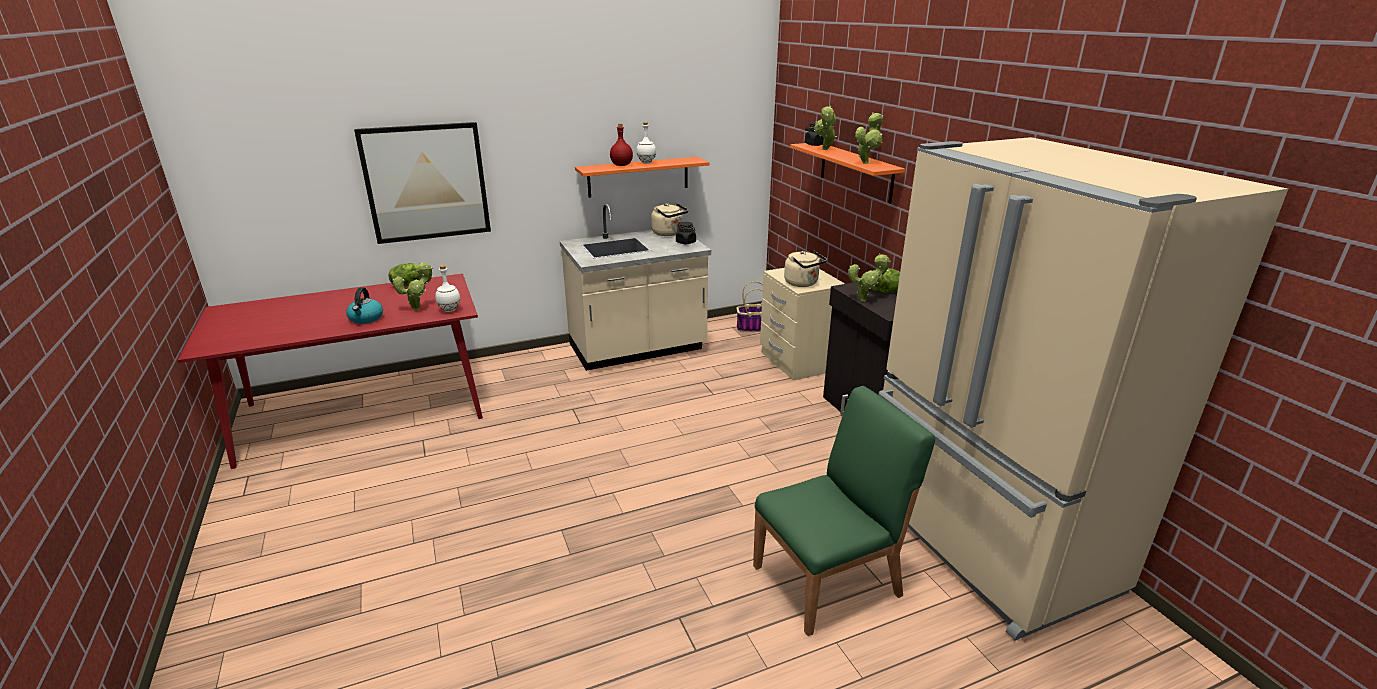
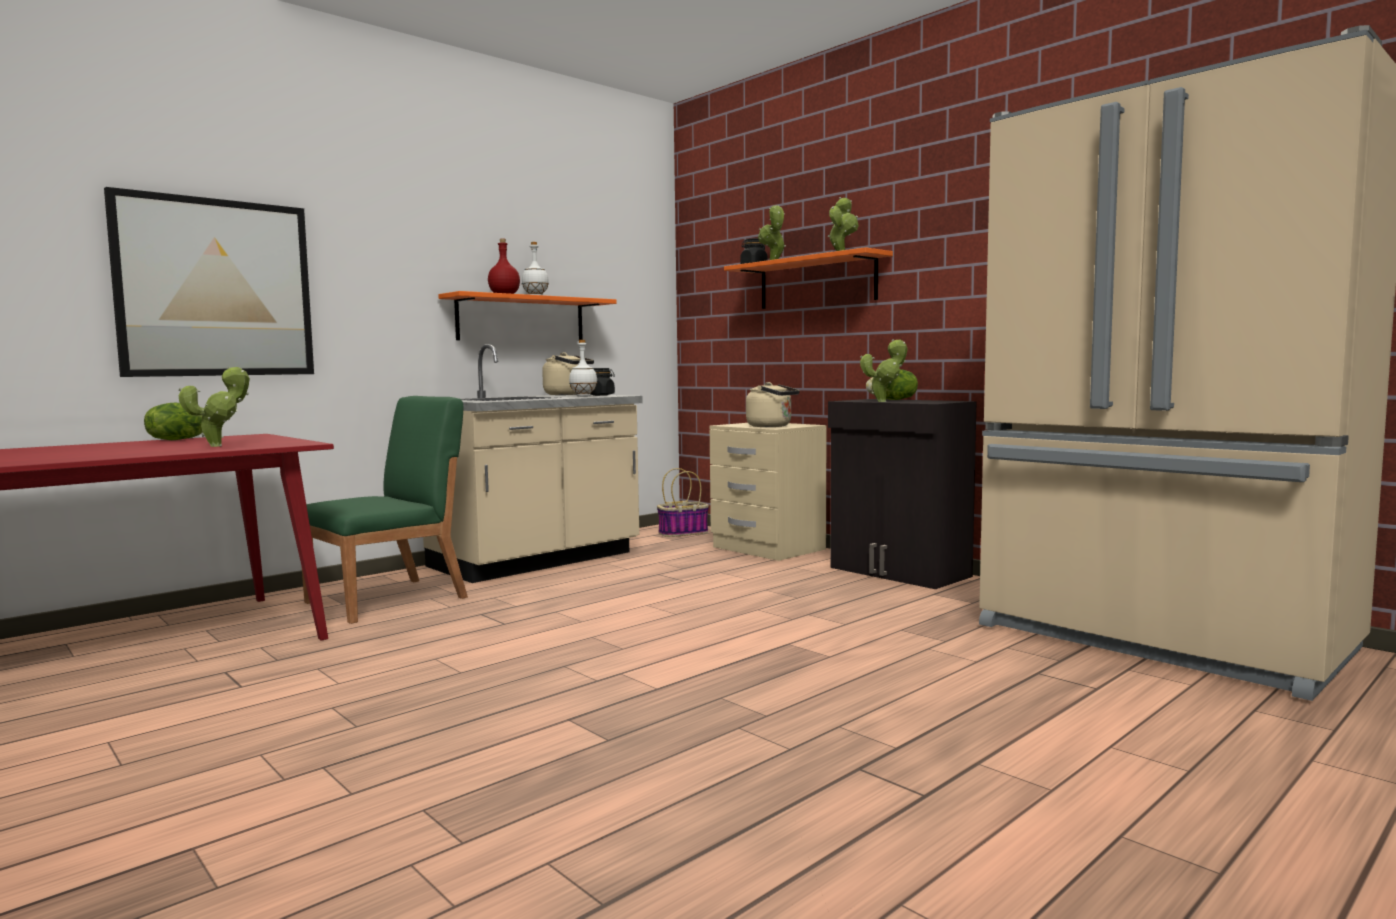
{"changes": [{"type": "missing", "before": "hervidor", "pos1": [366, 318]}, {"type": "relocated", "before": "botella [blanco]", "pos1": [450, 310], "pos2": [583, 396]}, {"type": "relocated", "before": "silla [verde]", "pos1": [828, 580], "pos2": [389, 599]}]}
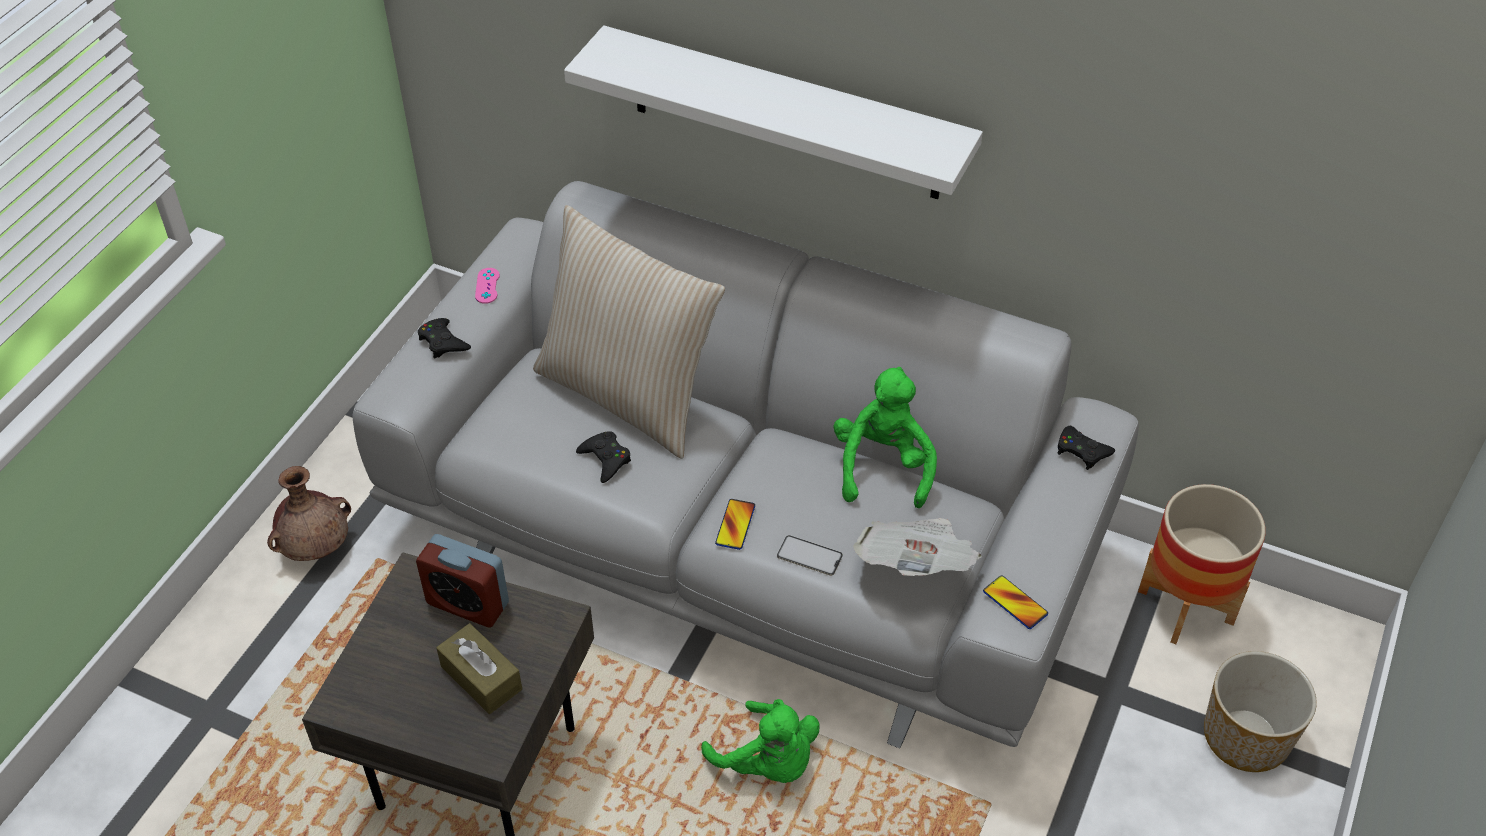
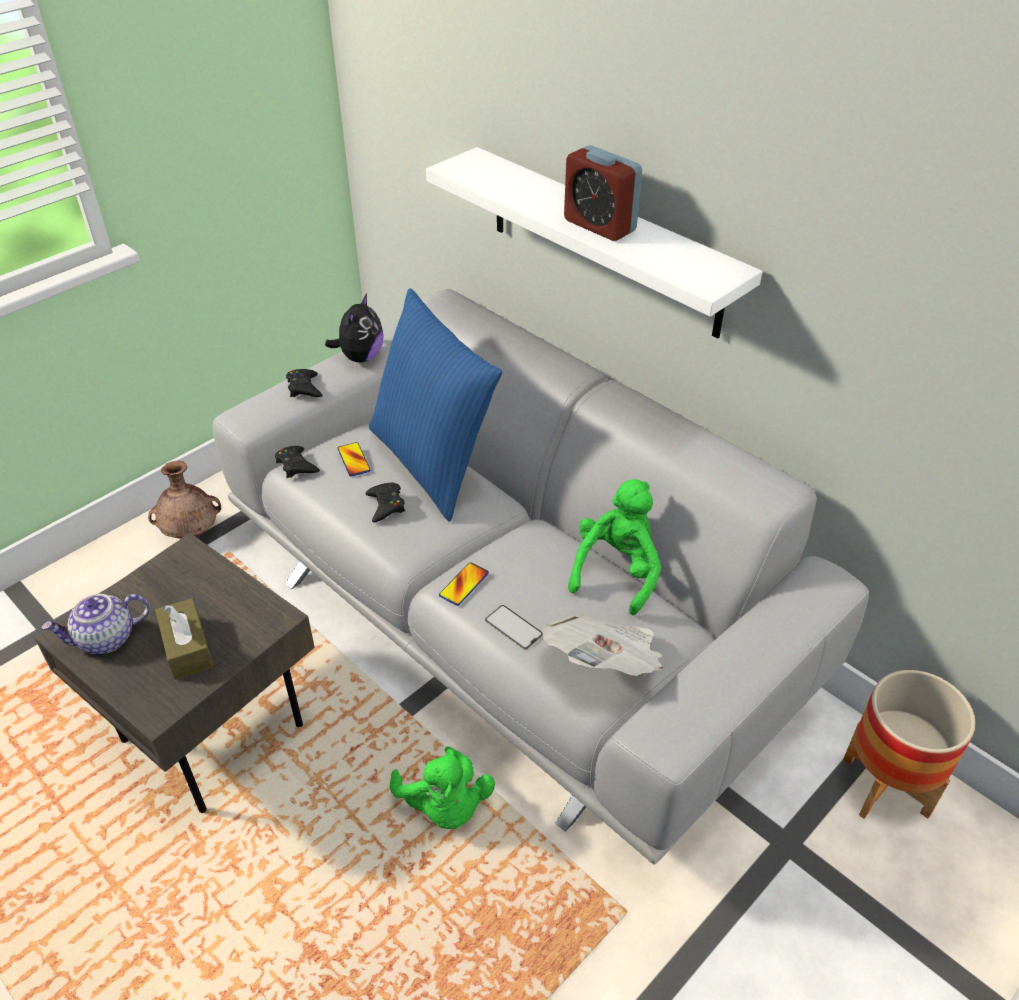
{"changes": [{"type": "missing", "before": "maceta", "pos1": [1247, 737]}, {"type": "appeared", "after": "tetera", "pos2": [105, 639]}, {"type": "relocated", "before": "despertador", "pos1": [468, 603], "pos2": [599, 225]}, {"type": "relocated", "before": "móvil", "pos1": [1015, 603], "pos2": [354, 460]}, {"type": "relocated", "before": "mando de consola [negro]", "pos1": [1082, 451], "pos2": [296, 465]}, {"type": "exchanged", "before": "mando de consola [rosa]", "after": "peluche", "pos1": [487, 286], "pos2": [360, 357]}, {"type": "colour", "before": "cojín [beis]", "after": "cojín [azul]", "pos1": [628, 394], "pos2": [433, 463]}]}
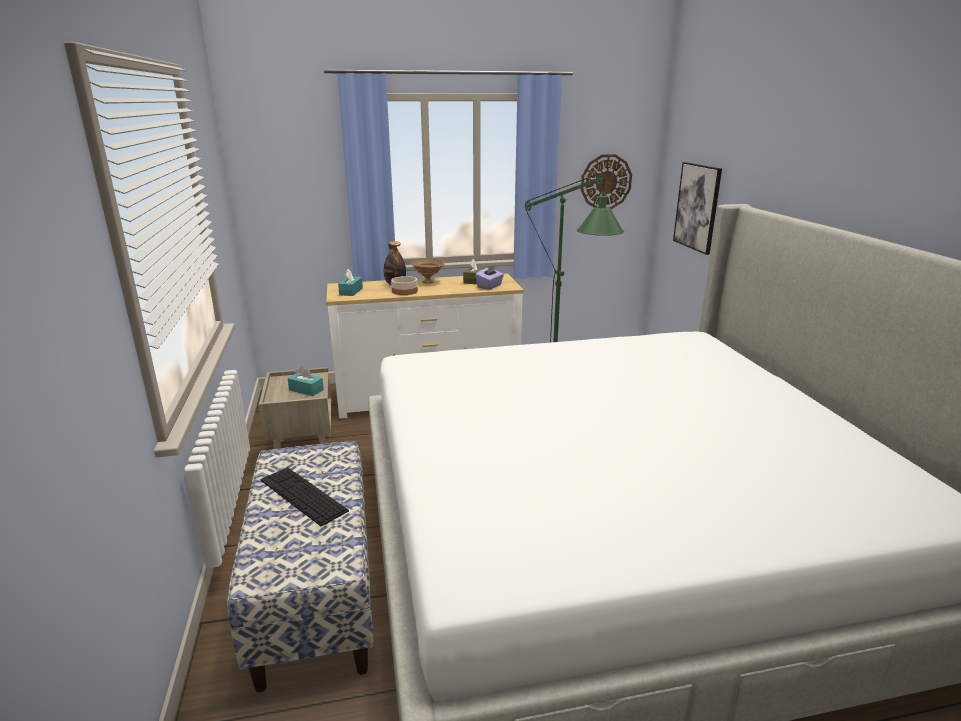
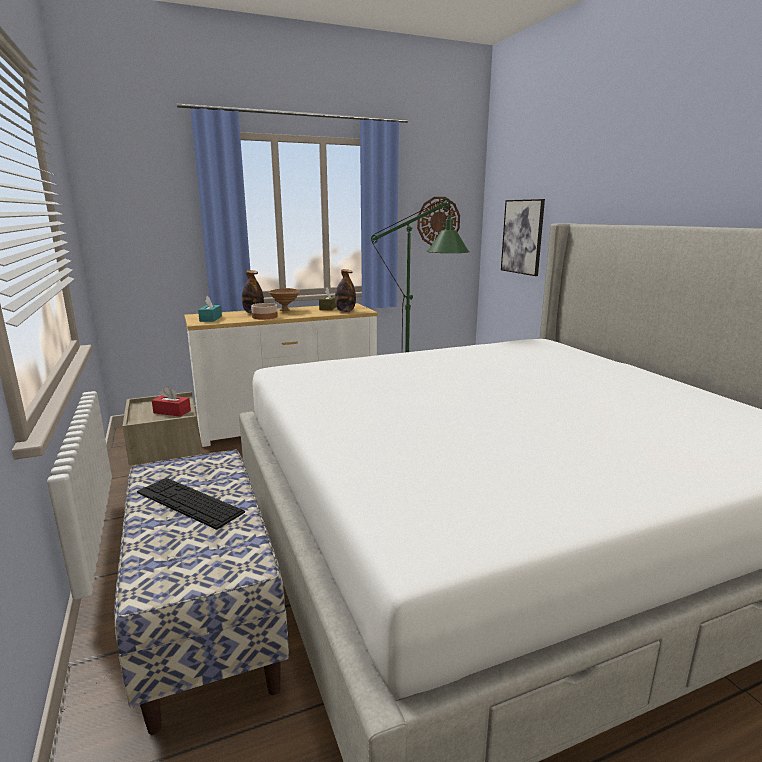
{"changes": [{"type": "exchanged", "before": "caja de pañuelos [morado]", "after": "botella", "pos1": [489, 286], "pos2": [345, 311]}, {"type": "colour", "before": "caja de pañuelos [turquesa]", "after": "caja de pañuelos [rojo]", "pos1": [306, 390], "pos2": [172, 412]}]}
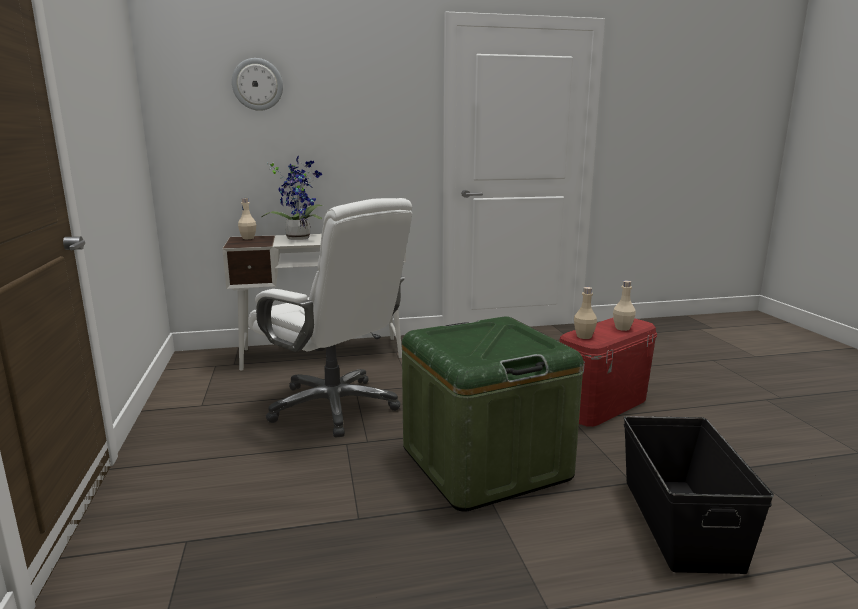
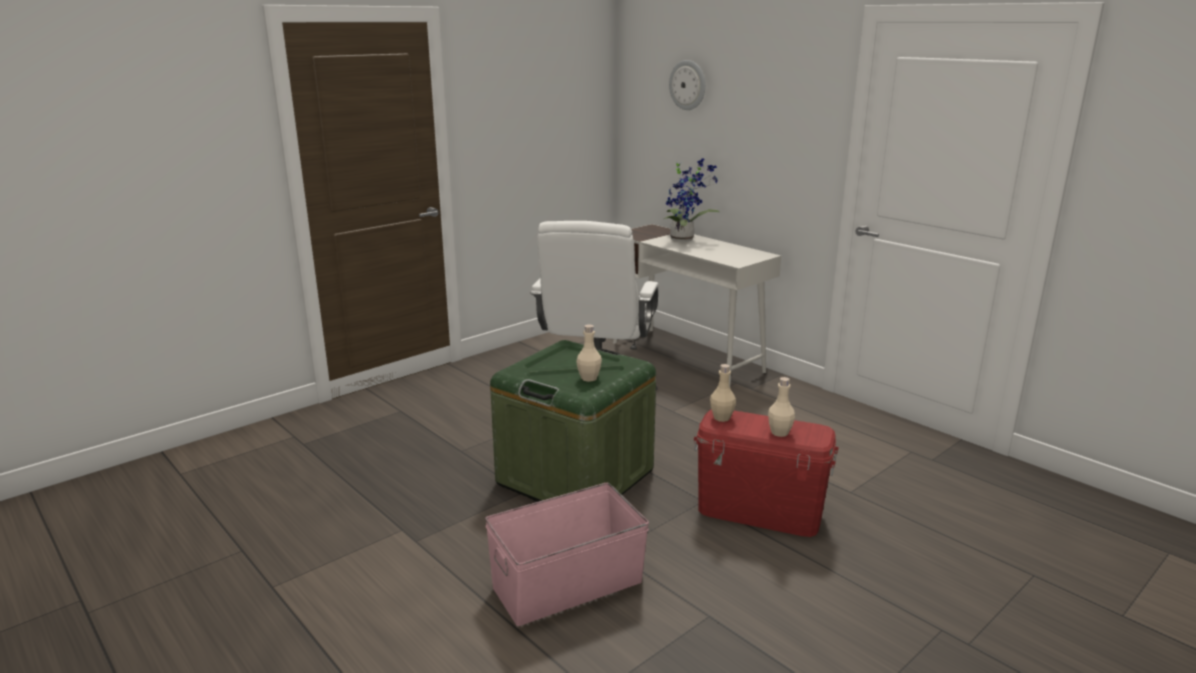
{"changes": [{"type": "relocated", "before": "botella [beis]", "pos1": [248, 238], "pos2": [589, 378]}, {"type": "colour", "before": "caja de almacenaje [negro]", "after": "caja de almacenaje [rosa]", "pos1": [679, 522], "pos2": [566, 584]}]}
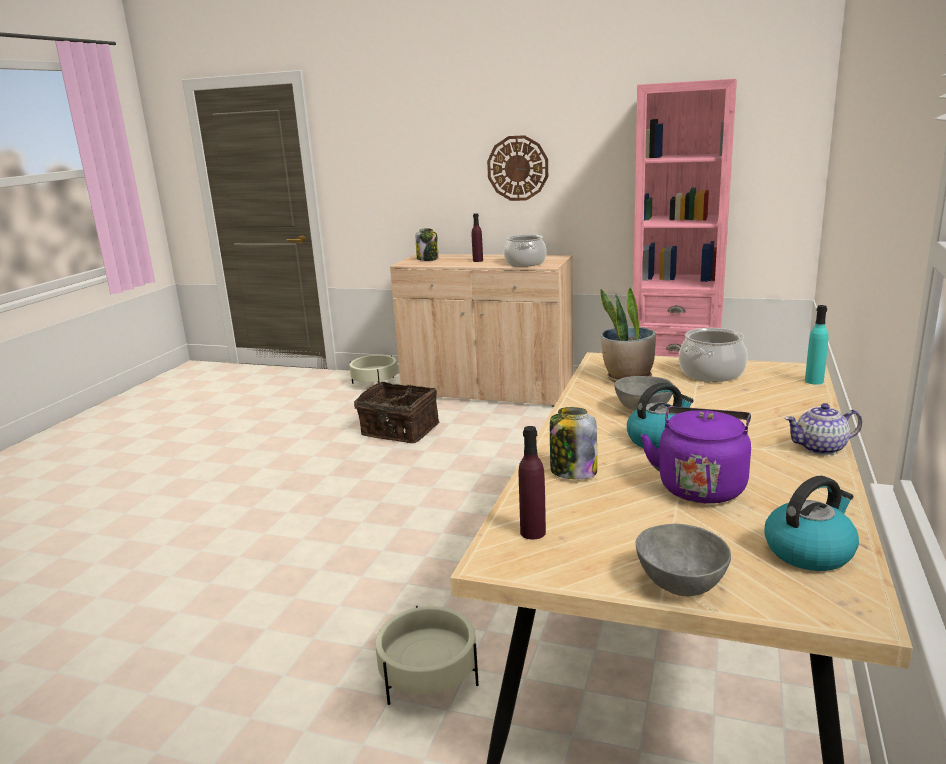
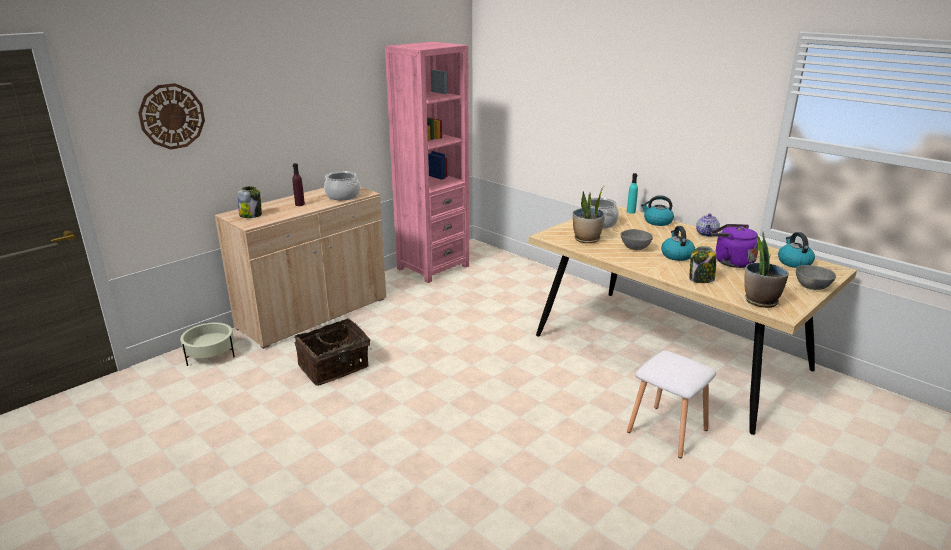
{"changes": [{"type": "appeared", "after": "hervidor", "pos2": [657, 222]}, {"type": "relocated", "before": "reloj de pared", "pos1": [517, 168], "pos2": [172, 116]}, {"type": "exchanged", "before": "maceta [beis]", "after": "taburete [blanco]", "pos1": [429, 677], "pos2": [666, 430]}, {"type": "exchanged", "before": "botella [morado]", "after": "planta en maceta", "pos1": [533, 532], "pos2": [760, 301]}]}
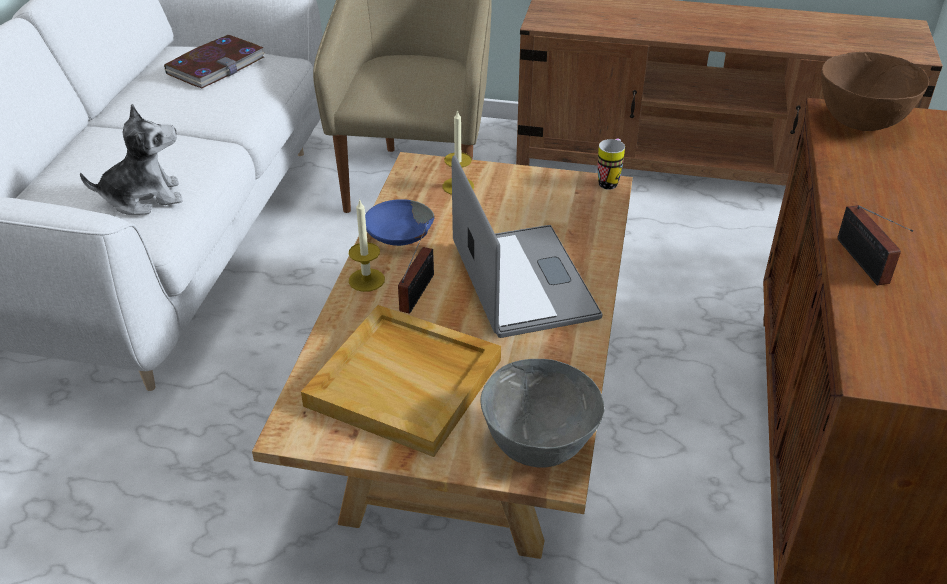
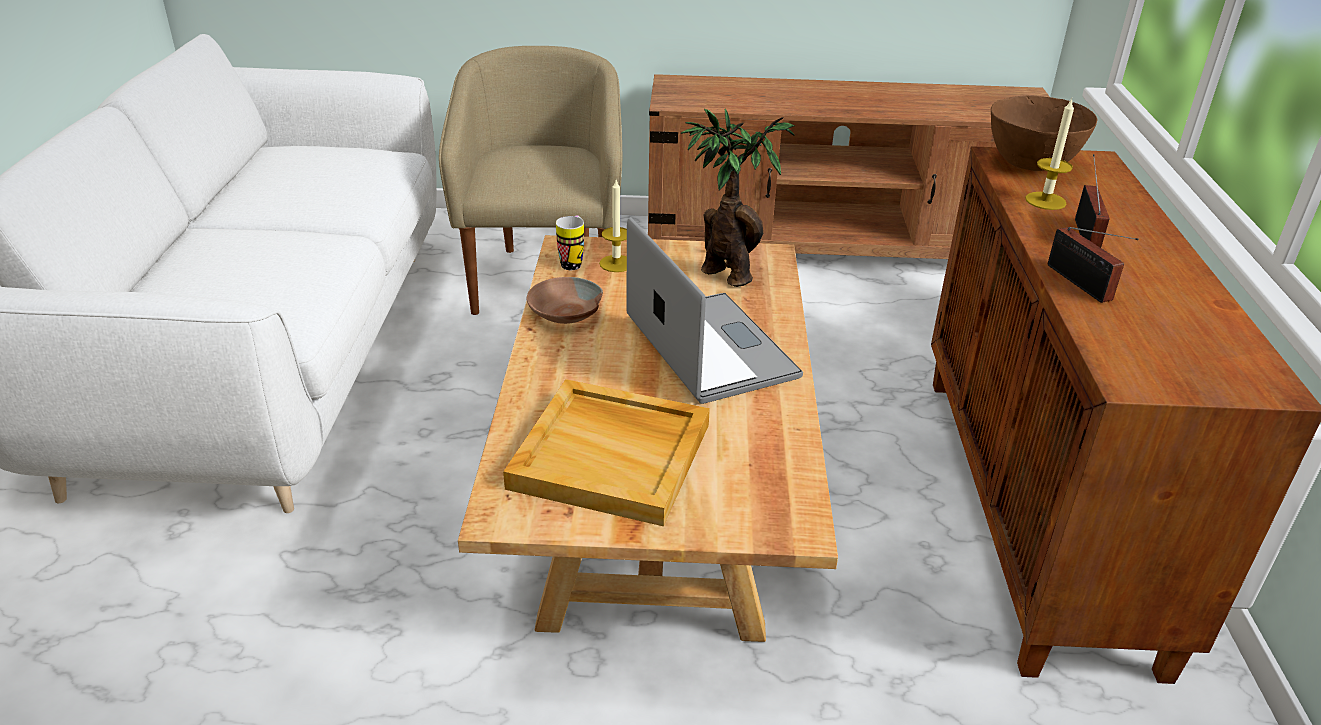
{"changes": [{"type": "missing", "before": "peluche", "pos1": [144, 198]}, {"type": "missing", "before": "libro", "pos1": [216, 65]}, {"type": "missing", "before": "cuenco [gris]", "pos1": [538, 447]}, {"type": "appeared", "after": "planta en maceta", "pos2": [723, 272]}, {"type": "relocated", "before": "vela", "pos1": [366, 280], "pos2": [1045, 201]}, {"type": "relocated", "before": "radio", "pos1": [419, 290], "pos2": [1086, 234]}, {"type": "relocated", "before": "taza grande", "pos1": [610, 181], "pos2": [573, 262]}, {"type": "colour", "before": "cuenco [azul]", "after": "cuenco [marrón]", "pos1": [398, 234], "pos2": [565, 312]}]}
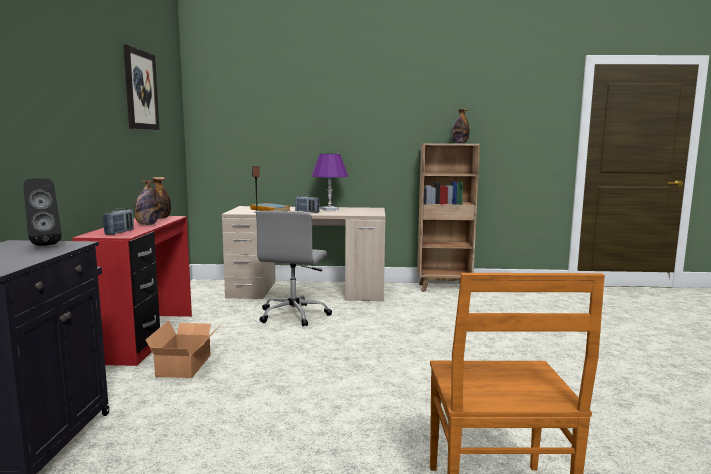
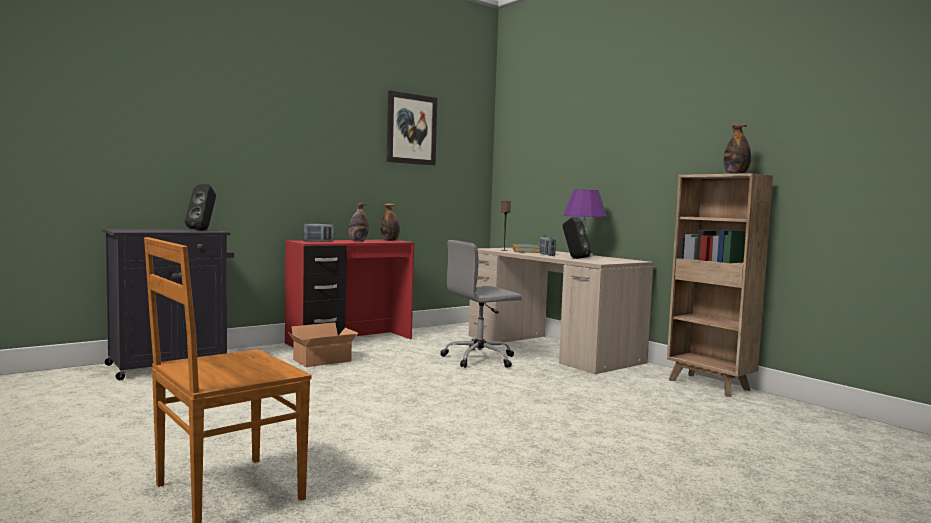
{"changes": [{"type": "appeared", "after": "altavoz [negro]", "pos2": [574, 258]}]}
